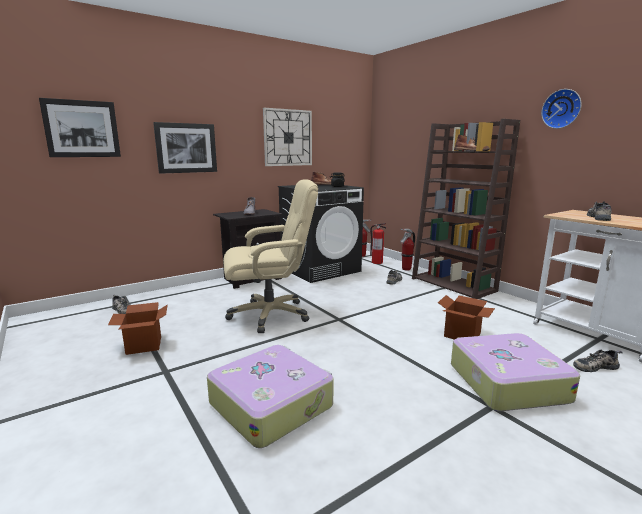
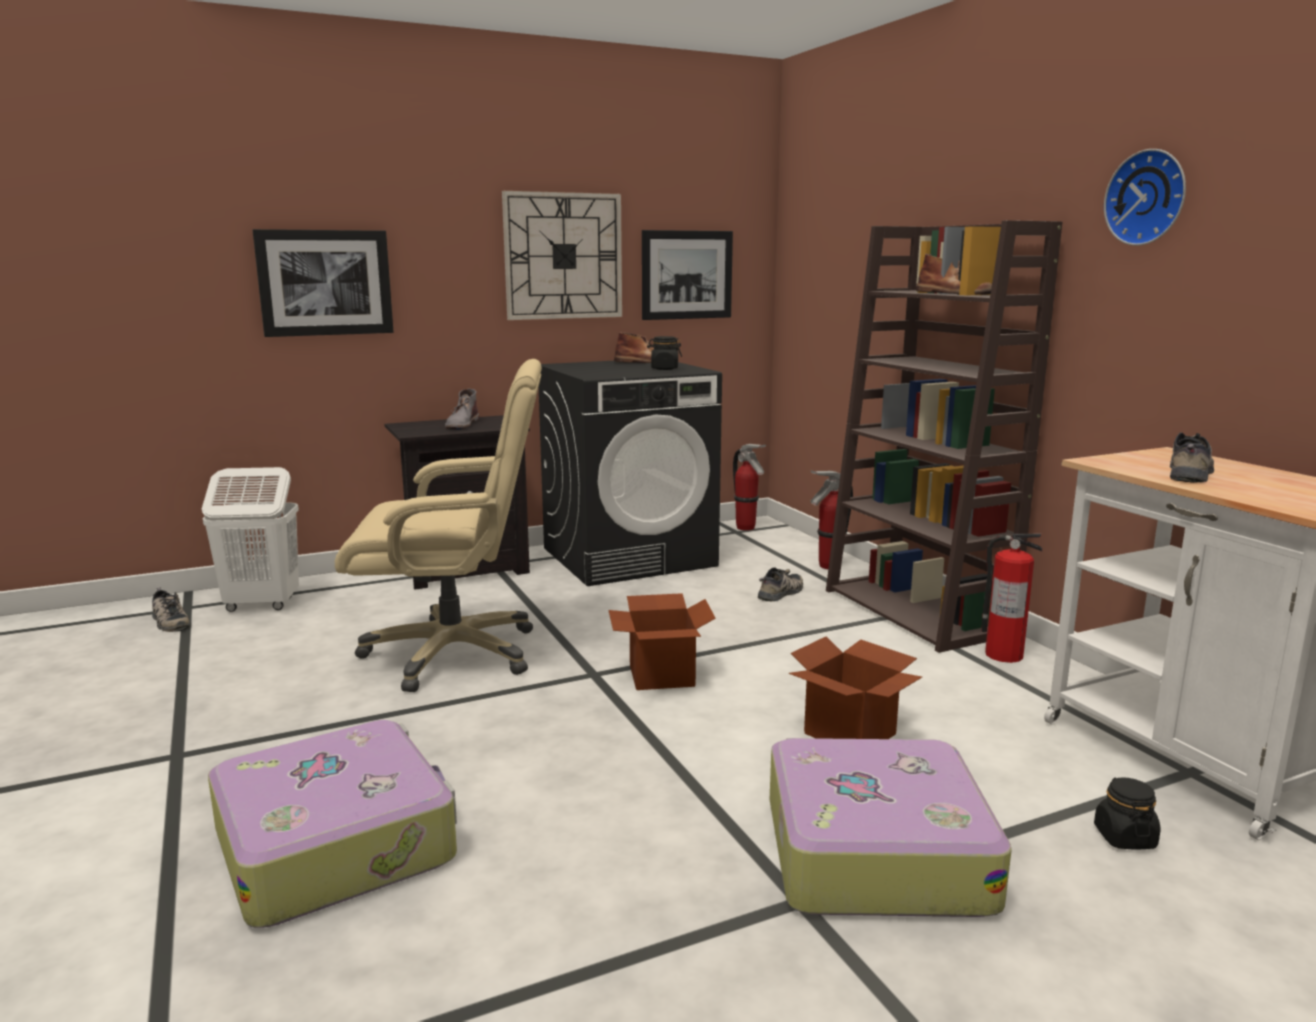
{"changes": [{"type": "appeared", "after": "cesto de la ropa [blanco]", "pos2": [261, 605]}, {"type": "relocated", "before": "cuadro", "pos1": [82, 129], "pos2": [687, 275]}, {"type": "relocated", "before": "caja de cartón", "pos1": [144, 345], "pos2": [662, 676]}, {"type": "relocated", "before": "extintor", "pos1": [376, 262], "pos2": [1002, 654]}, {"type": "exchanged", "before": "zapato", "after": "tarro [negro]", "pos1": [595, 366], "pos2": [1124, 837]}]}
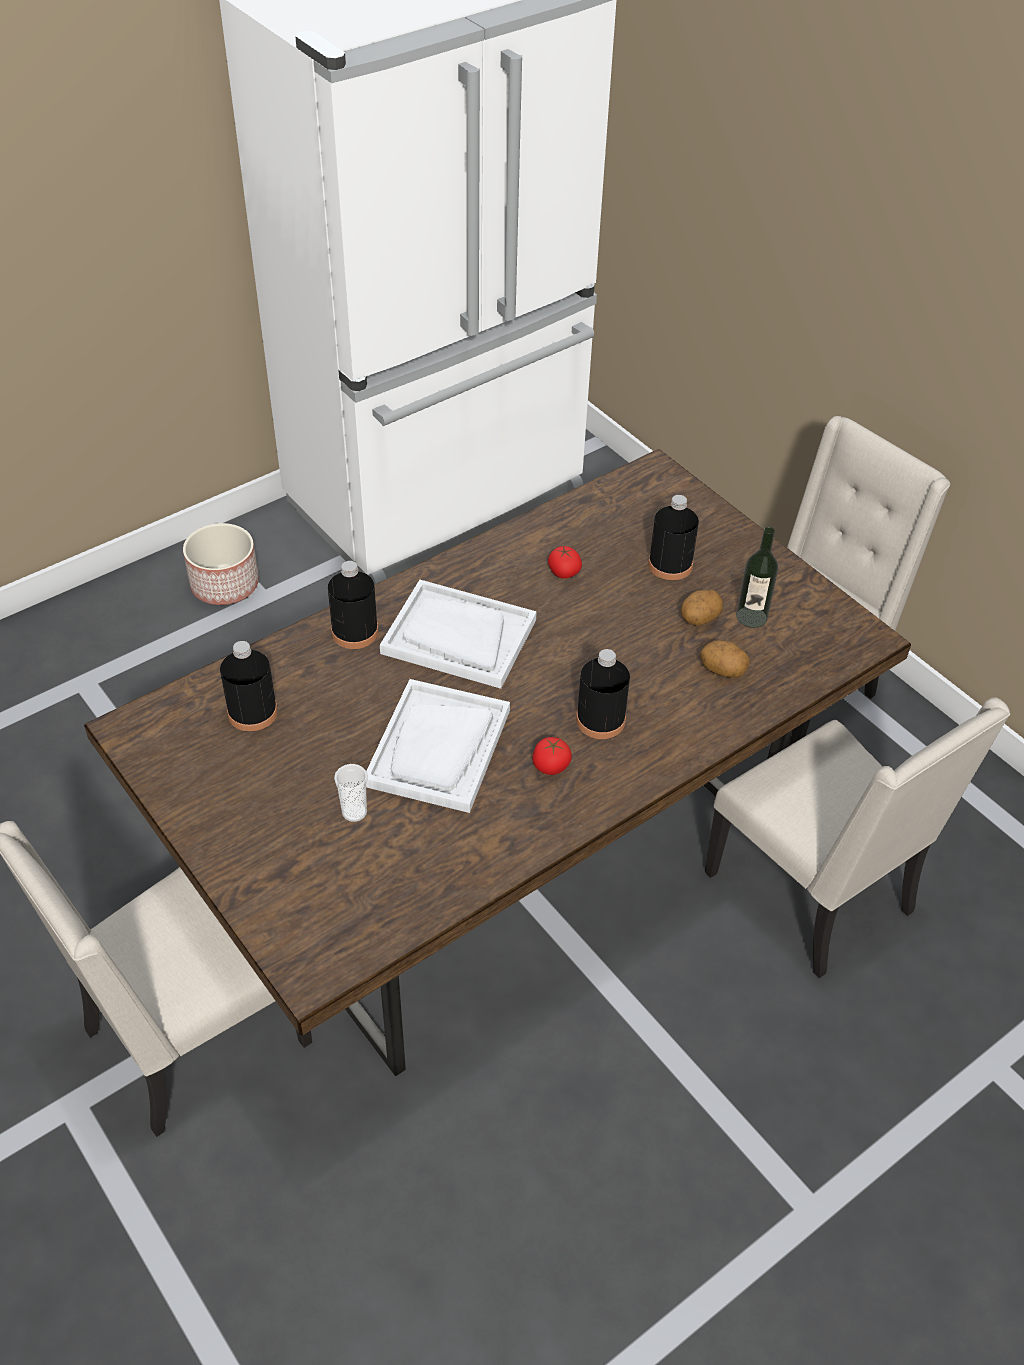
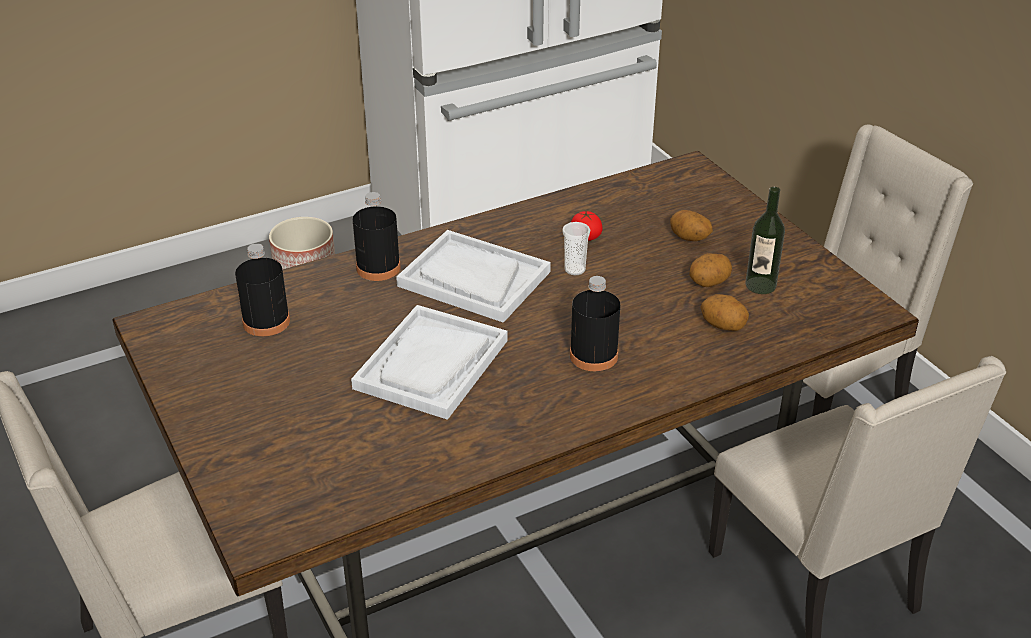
{"changes": [{"type": "missing", "before": "tomate", "pos1": [551, 766]}, {"type": "relocated", "before": "taza", "pos1": [354, 812], "pos2": [574, 269]}, {"type": "exchanged", "before": "botella [negro]", "after": "patata", "pos1": [670, 565], "pos2": [689, 239]}]}
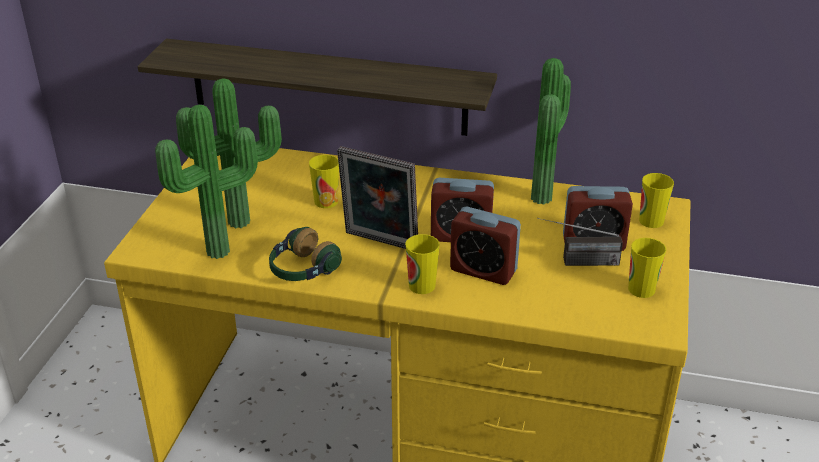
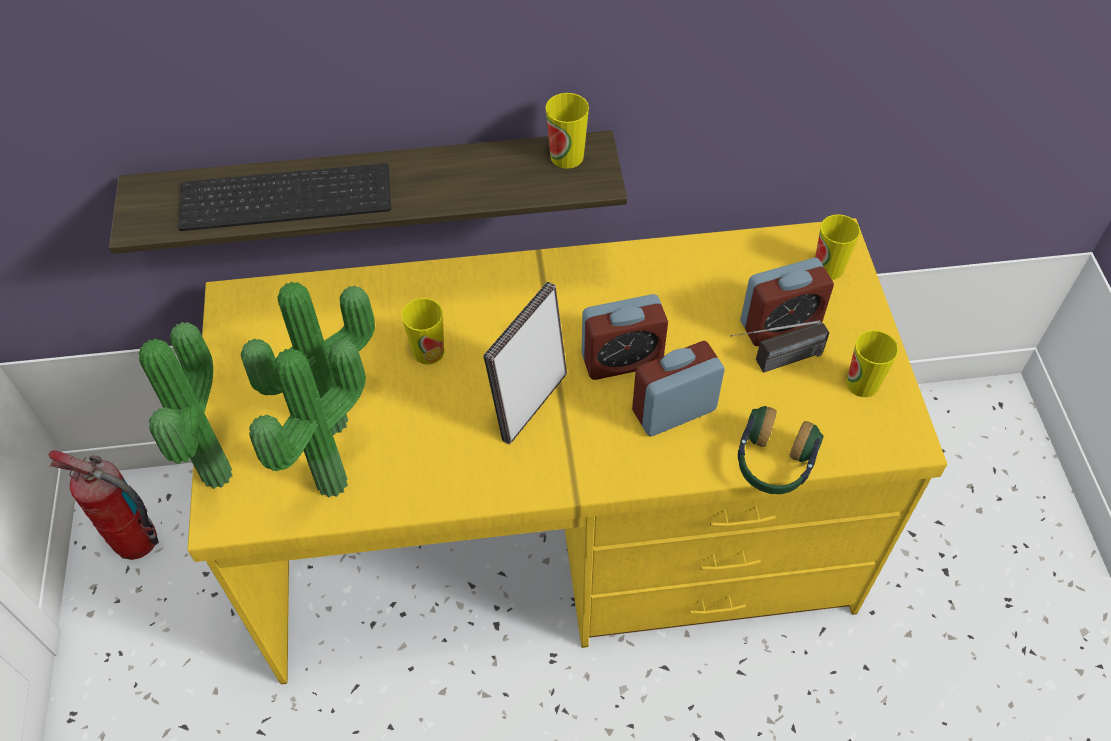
{"changes": [{"type": "appeared", "after": "extintor", "pos2": [136, 541]}, {"type": "appeared", "after": "teclado", "pos2": [288, 195]}, {"type": "relocated", "before": "auriculares", "pos1": [302, 270], "pos2": [773, 463]}, {"type": "relocated", "before": "taza", "pos1": [422, 285], "pos2": [567, 156]}, {"type": "relocated", "before": "planta en maceta", "pos1": [545, 198], "pos2": [223, 473]}, {"type": "spun", "before": "portarretratos", "pos1": [379, 243], "pos2": [529, 403], "turn": 120}, {"type": "spun", "before": "despertador", "pos1": [483, 270], "pos2": [674, 411], "turn": 150}]}
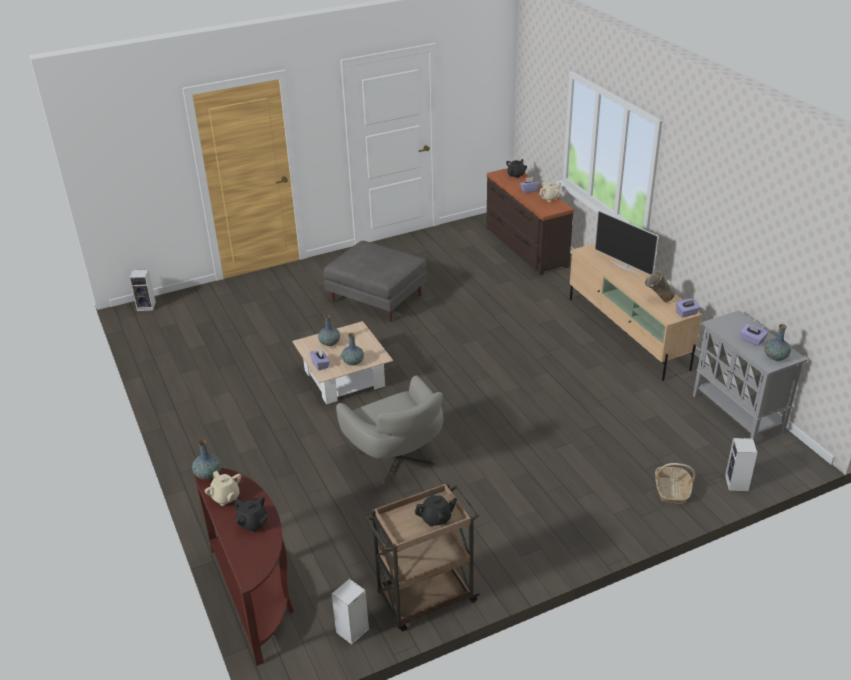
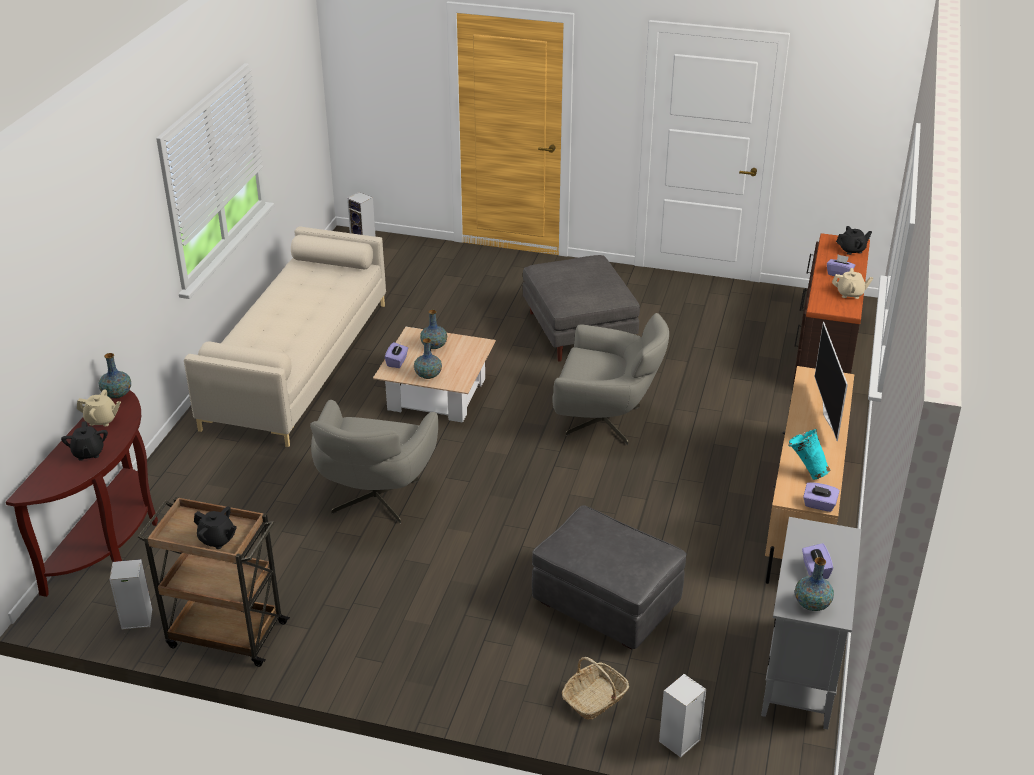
{"changes": [{"type": "appeared", "after": "sofá [beis]", "pos2": [297, 363]}, {"type": "appeared", "after": "puf [gris]", "pos2": [606, 604]}, {"type": "appeared", "after": "sillón [gris]", "pos2": [606, 421]}, {"type": "colour", "before": "florero [beis]", "after": "florero [turquesa]", "pos1": [657, 301], "pos2": [805, 472]}, {"type": "spun", "before": "tetera [beis]", "pos1": [225, 497], "pos2": [102, 420], "turn": -90}]}
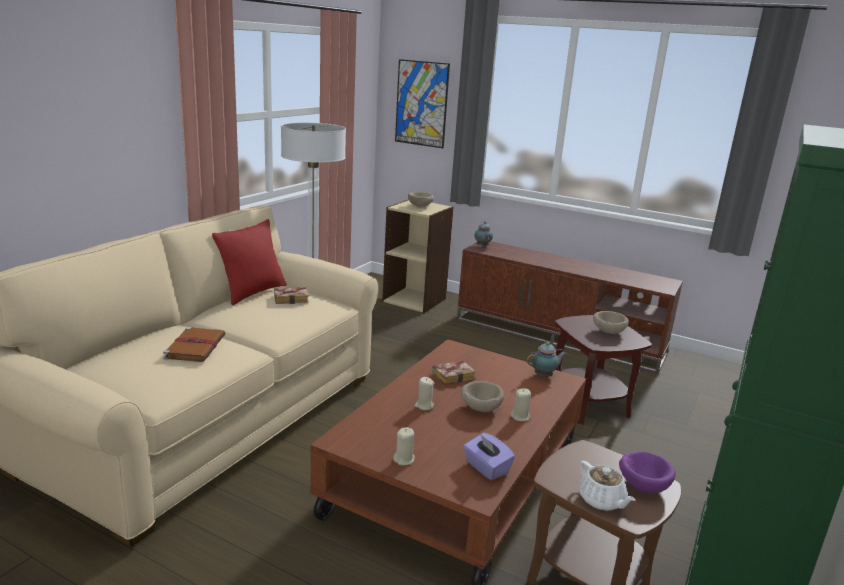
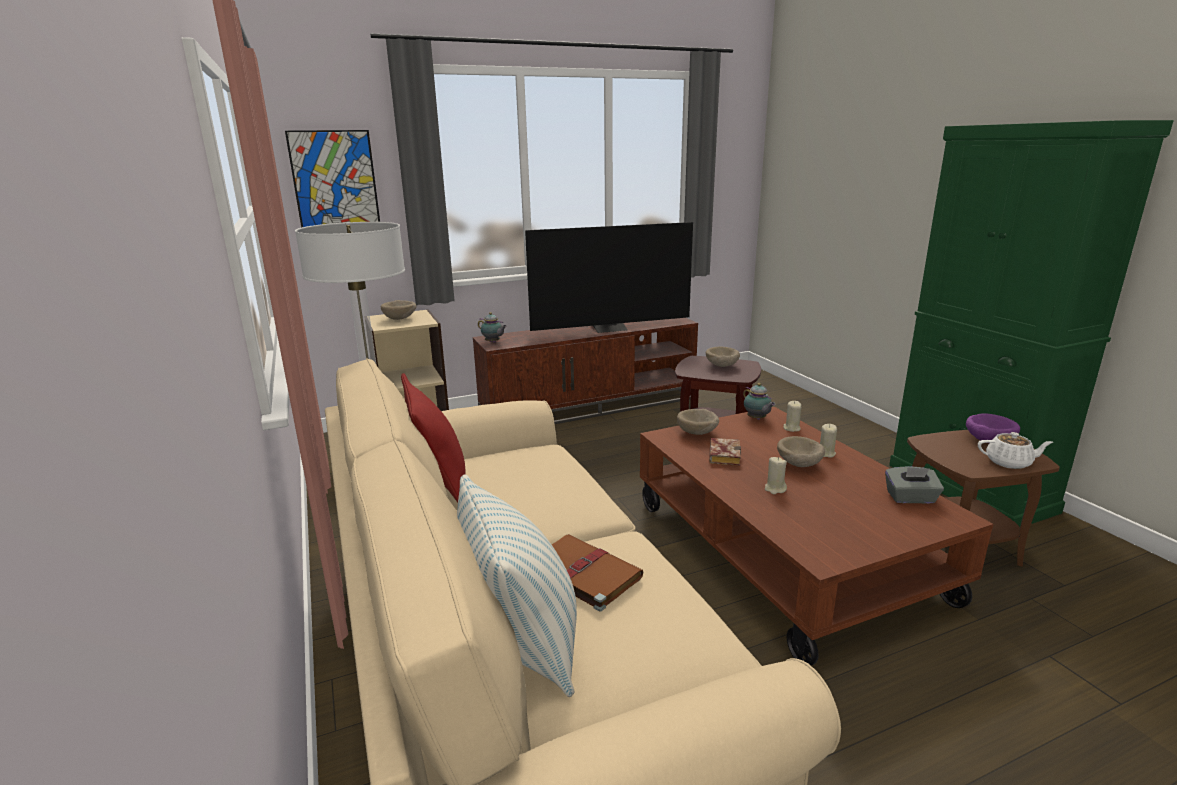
{"changes": [{"type": "missing", "before": "libro", "pos1": [292, 298]}, {"type": "appeared", "after": "cojín", "pos2": [521, 642]}, {"type": "appeared", "after": "televisor", "pos2": [610, 328]}, {"type": "appeared", "after": "cuenco [beis]", "pos2": [698, 433]}, {"type": "relocated", "before": "vela [beis]", "pos1": [404, 459], "pos2": [791, 428]}, {"type": "colour", "before": "caja de pañuelos [morado]", "after": "caja de pañuelos [gris]", "pos1": [486, 468], "pos2": [911, 498]}, {"type": "spun", "before": "tetera", "pos1": [544, 376], "pos2": [757, 419], "turn": 135}]}
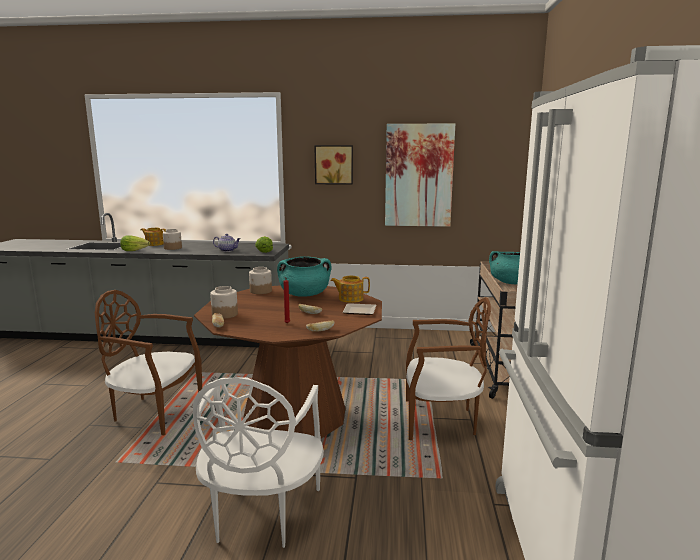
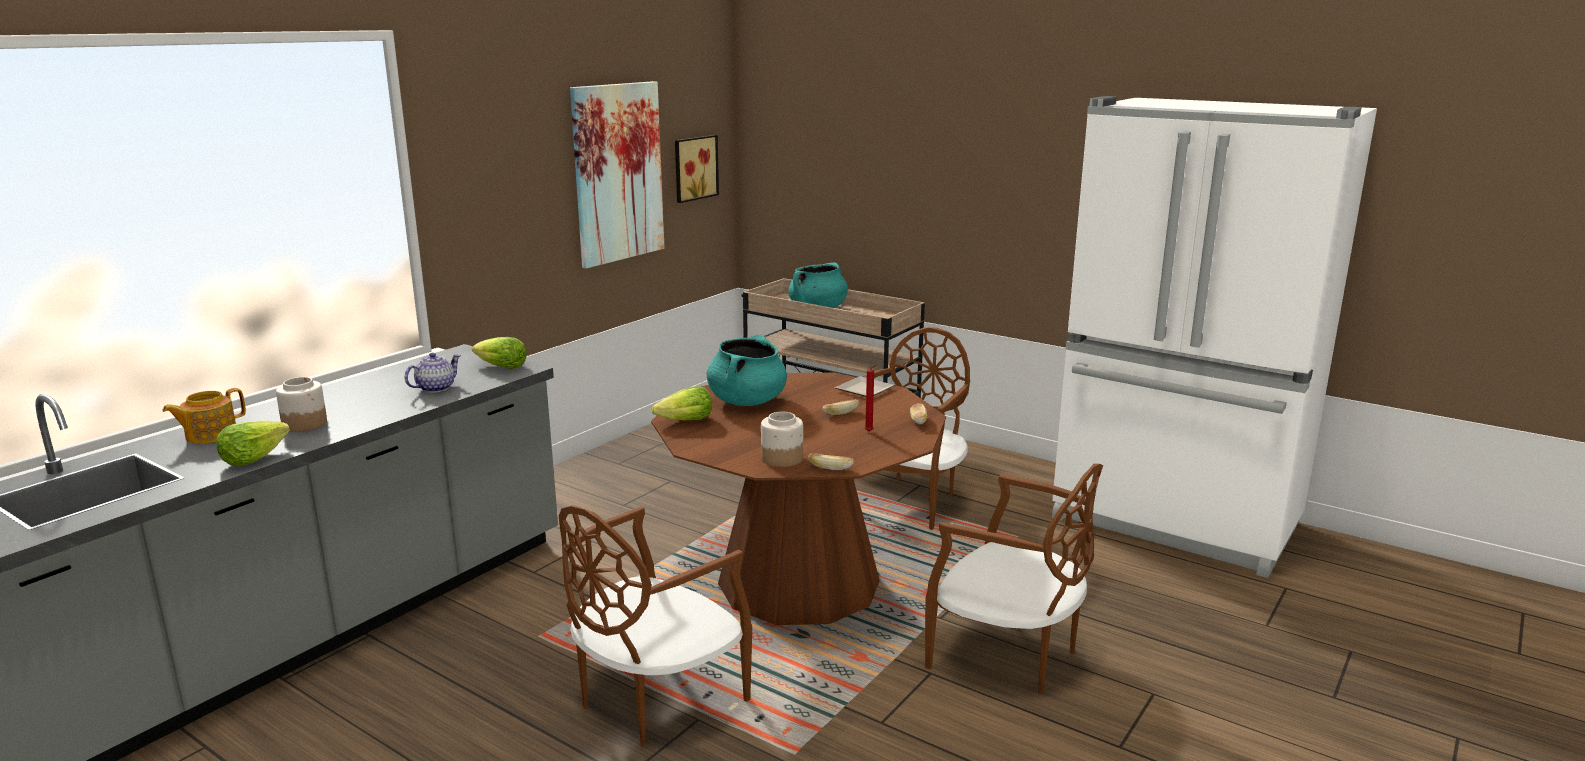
{"changes": [{"type": "missing", "before": "tetera", "pos1": [350, 299]}, {"type": "relocated", "before": "cuadro", "pos1": [334, 164], "pos2": [694, 168]}, {"type": "exchanged", "before": "tarro", "after": "lechuga", "pos1": [261, 291], "pos2": [686, 421]}, {"type": "colour", "before": "silla [blanco]", "after": "silla [marrón]", "pos1": [261, 514], "pos2": [1008, 655]}]}
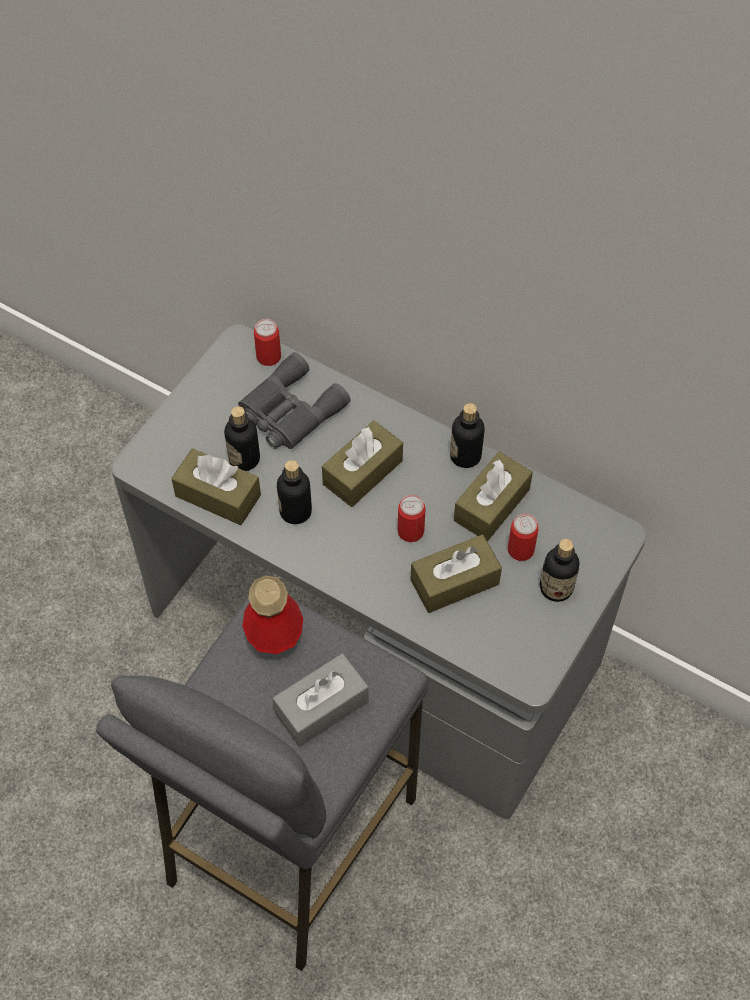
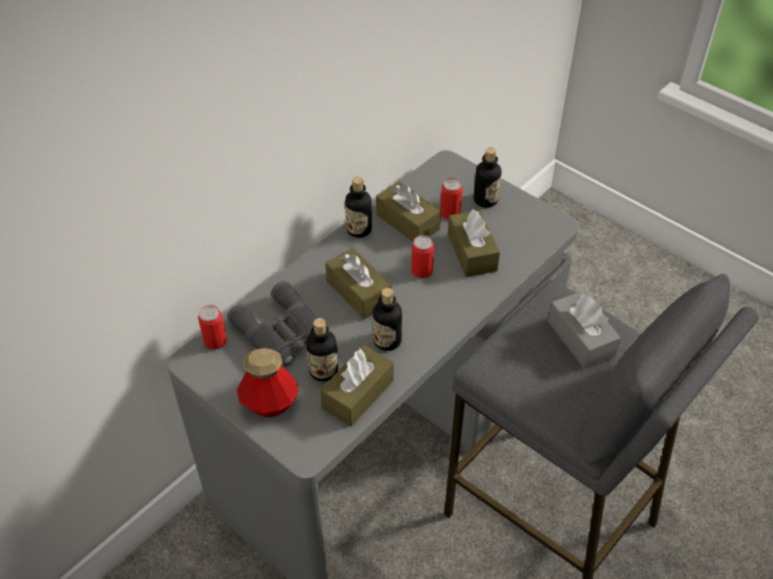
{"changes": [{"type": "relocated", "before": "botella", "pos1": [274, 634], "pos2": [269, 404]}]}
